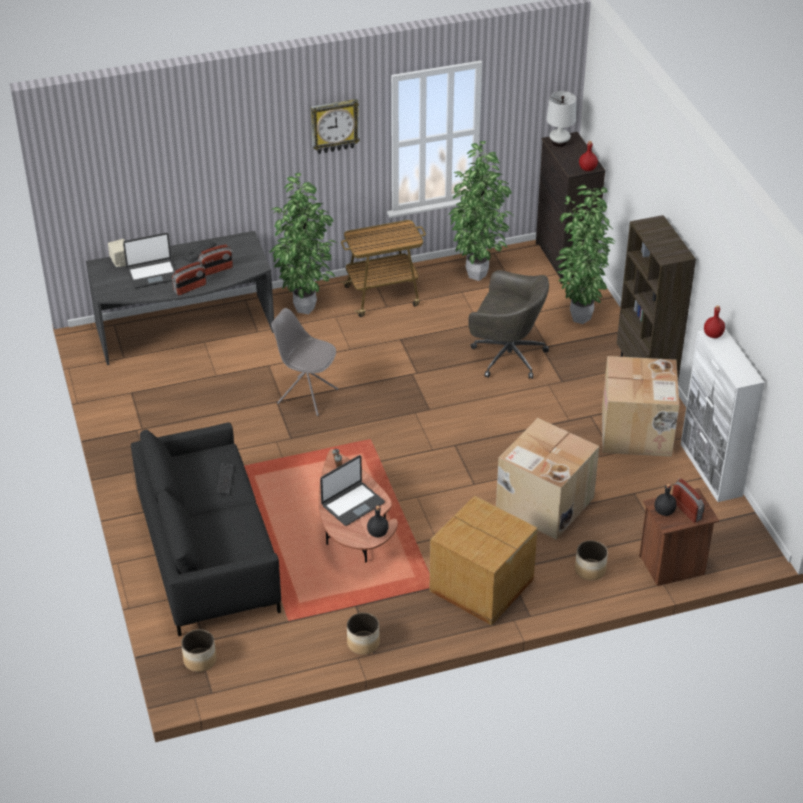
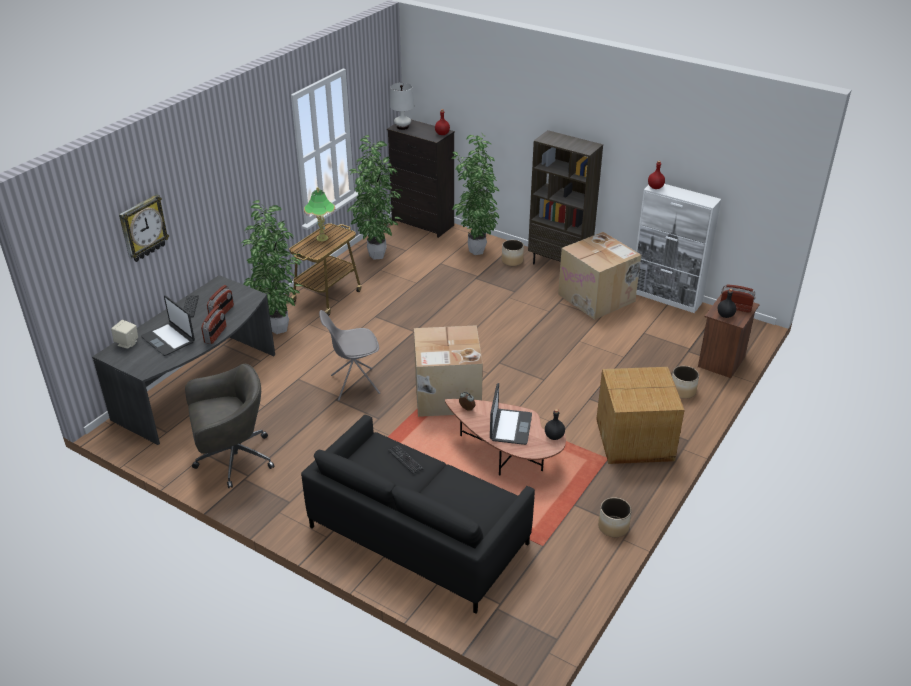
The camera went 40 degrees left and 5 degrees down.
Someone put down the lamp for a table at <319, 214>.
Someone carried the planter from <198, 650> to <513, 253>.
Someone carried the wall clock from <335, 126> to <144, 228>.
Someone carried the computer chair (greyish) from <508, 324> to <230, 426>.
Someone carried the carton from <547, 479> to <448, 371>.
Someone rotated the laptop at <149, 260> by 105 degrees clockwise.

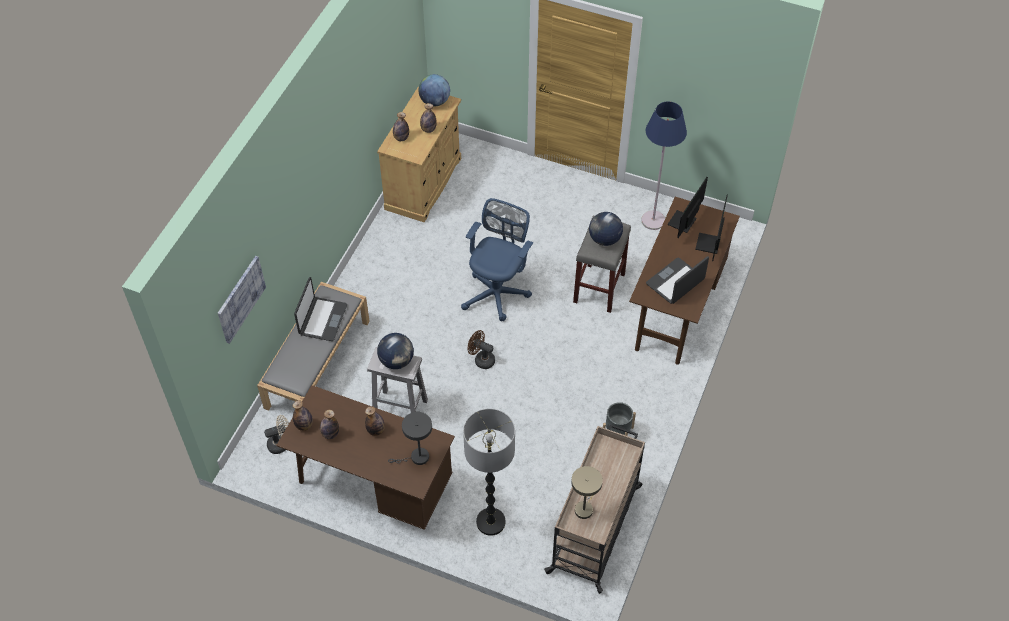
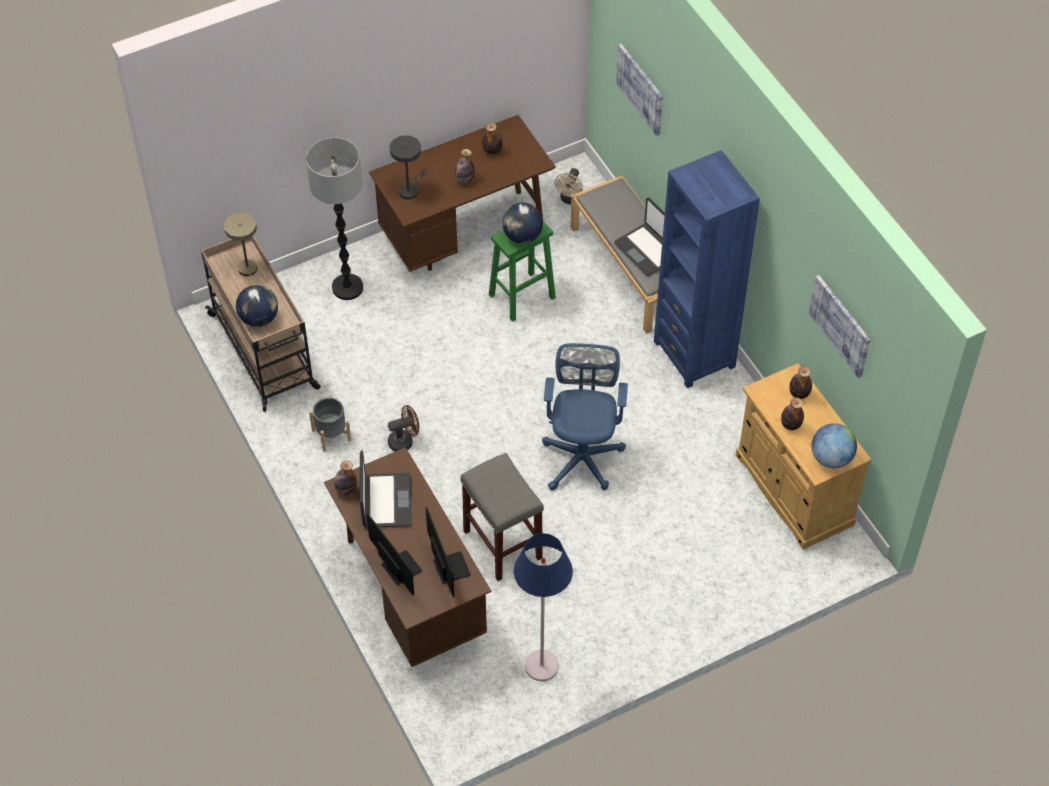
The camera went 130 degrees right and 0 degrees up.
Someone put down the shelving unit (blue-coloured) at <707, 269>.
Someone put up the picture at <839, 326>.
Someone carried the drink bottle from <303, 415> to <345, 478>.
Someone carried the electric fan (brown-coloured) from <481, 349> to <404, 428>.
Someone carried the globe from <606, 229> to <257, 306>.
Someone repainted the sitting stool (white) at <397, 380>, which became the sitting stool (greenish) at <522, 271>.
Someone rotated the computer chair (blue-coloured) at <497, 259> by 150 degrees counterclockwise.

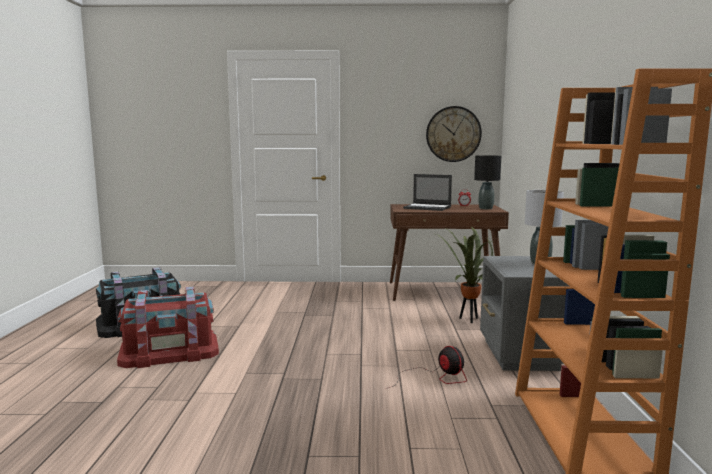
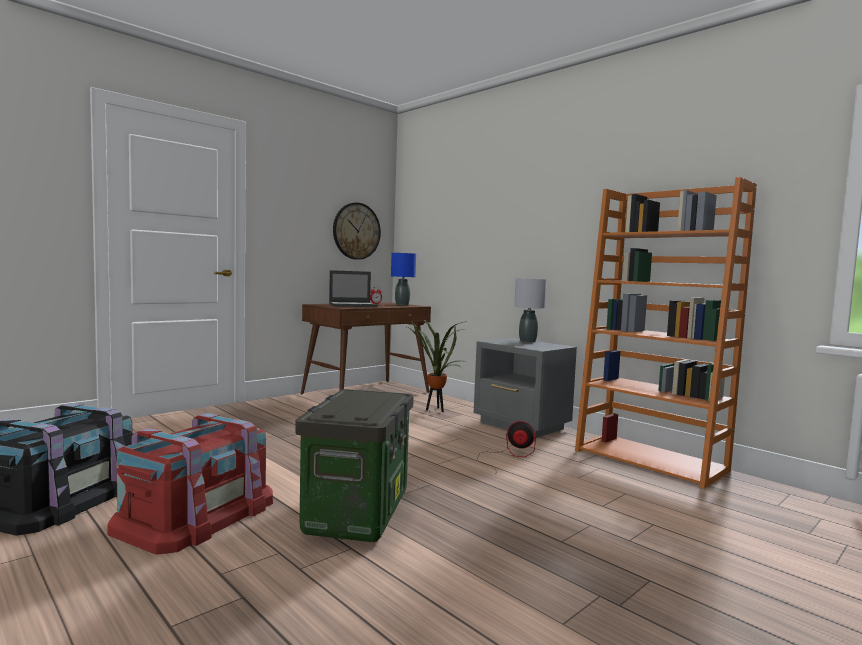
The camera went 45 degrees left and 5 degrees down.
Someone put down the storage bin at <354, 465>.
Someone repainted the lamp for a table (black) at <487, 182>, which became the lamp for a table (blue-coloured) at <403, 279>.

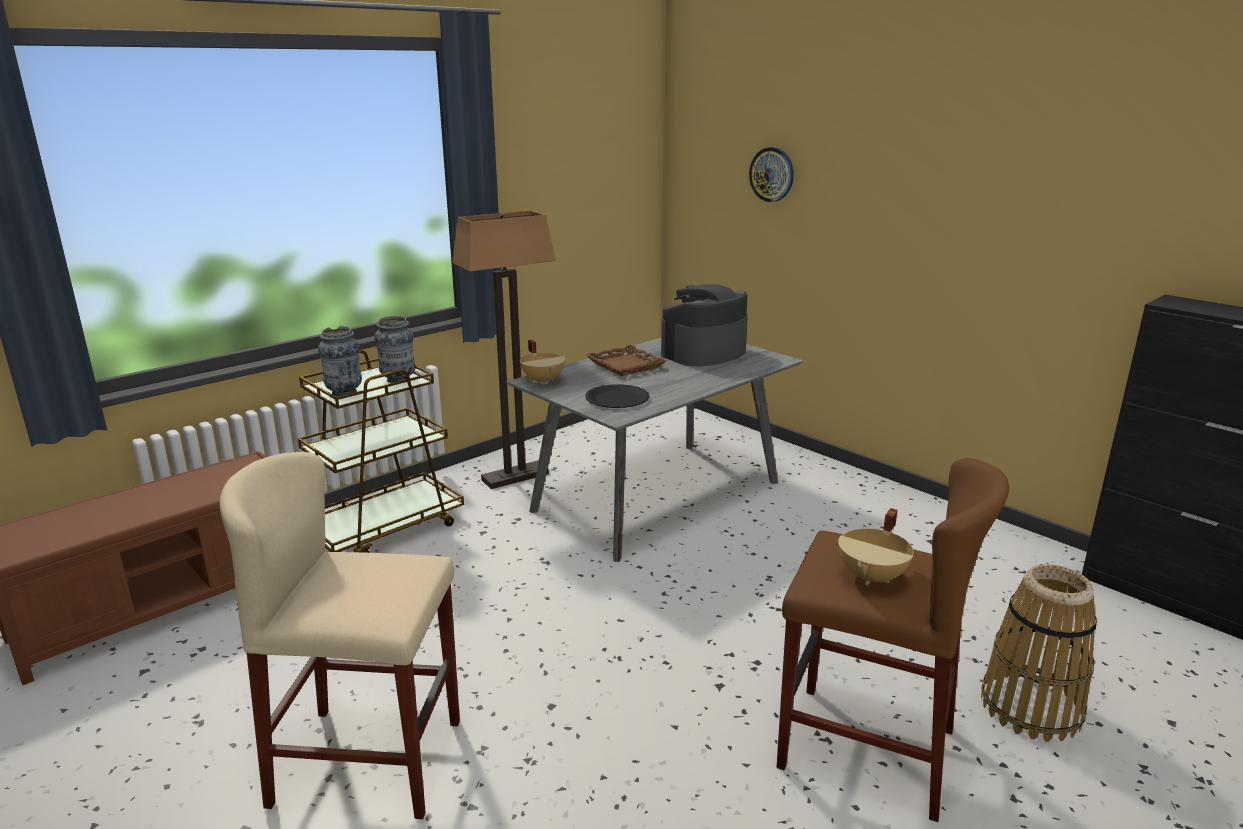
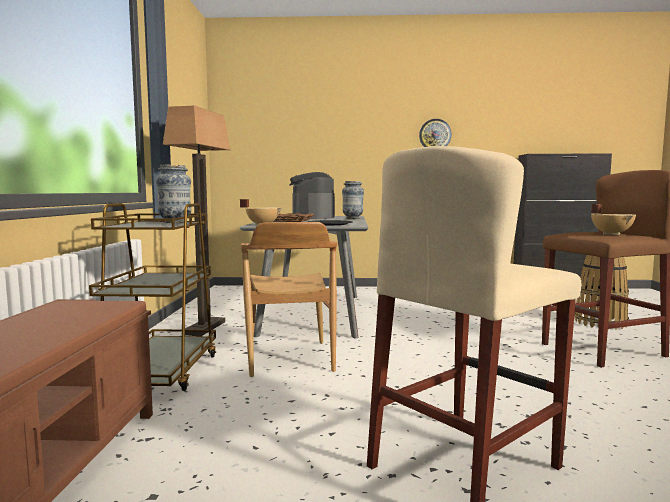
The camera went 45 degrees left and 15 degrees down.
Someone put down the chair (brown-coloured) at <289, 299>.
Someone carried the decorative vase from <340, 361> to <353, 200>.
Someone carried the wall clock from <771, 174> to <435, 133>.

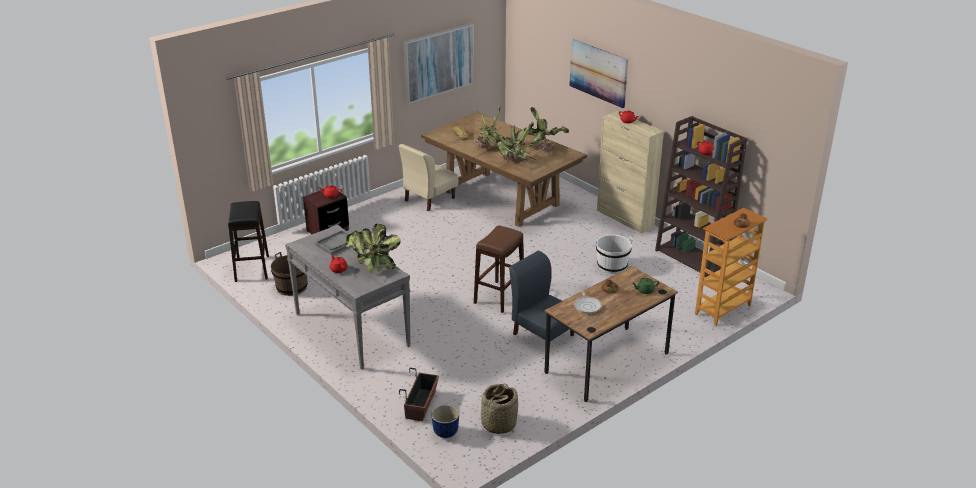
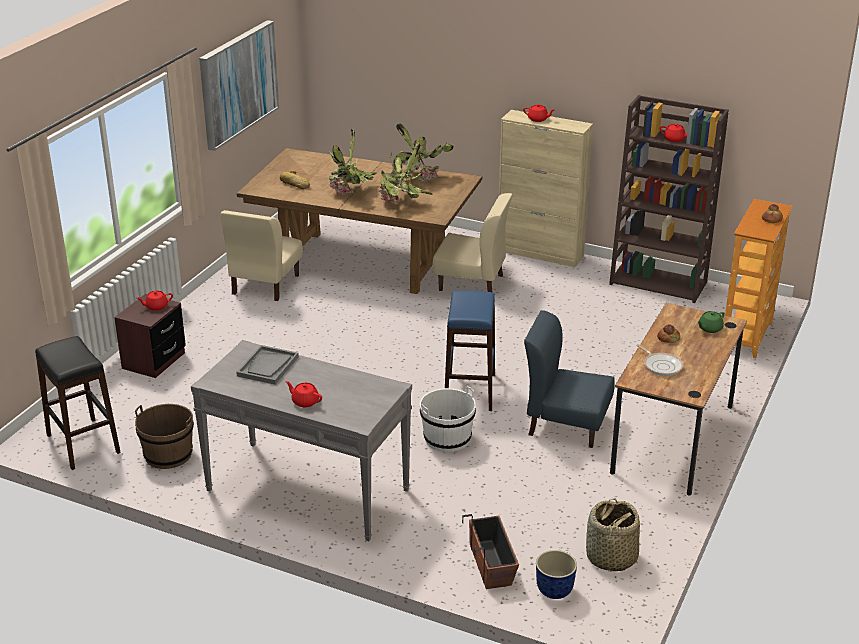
The camera went 25 degrees left and 0 degrees up.
Someone took away the houseplant at <373, 248>.
Someone took away the picture at <598, 73>.
Someone put down the chair (sand-coloured) at <472, 243>.
Someone carried the water bucket (white) from <614, 254> to <448, 419>.
Someone repainted the sitting stool (brown-coloured) at <499, 269>, which became the sitting stool (blue-coloured) at <470, 350>.

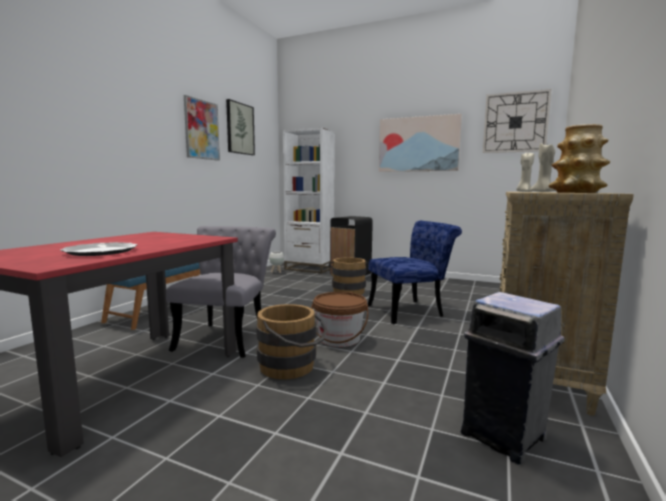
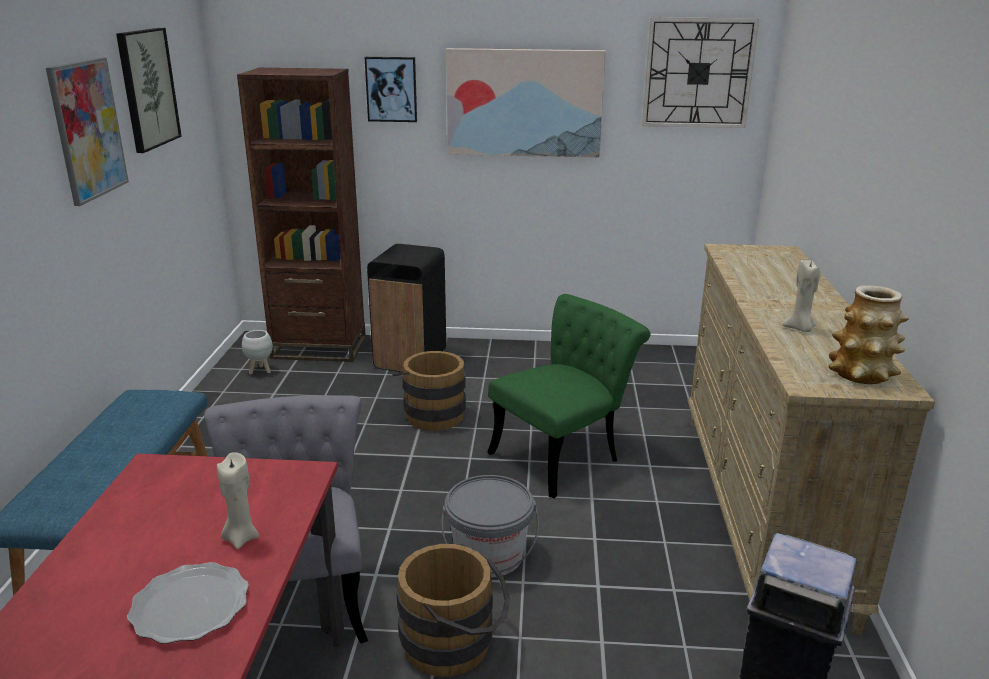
The camera went 20 degrees left and 15 degrees up.
Someone put up the picture at <391, 89>.
Someone carried the wax light (sand-coloured) from <525, 172> to <238, 500>.
Someone repainted the shelving unit (white) at <309, 201>, which became the shelving unit (brown-coloured) at <301, 215>.
Someone repainted the water bucket (brown-coloured) at <339, 319>, which became the water bucket (greyish) at <490, 526>.
Someone repainted the chair (blue-coloured) at <415, 272>, which became the chair (greenish) at <568, 396>.

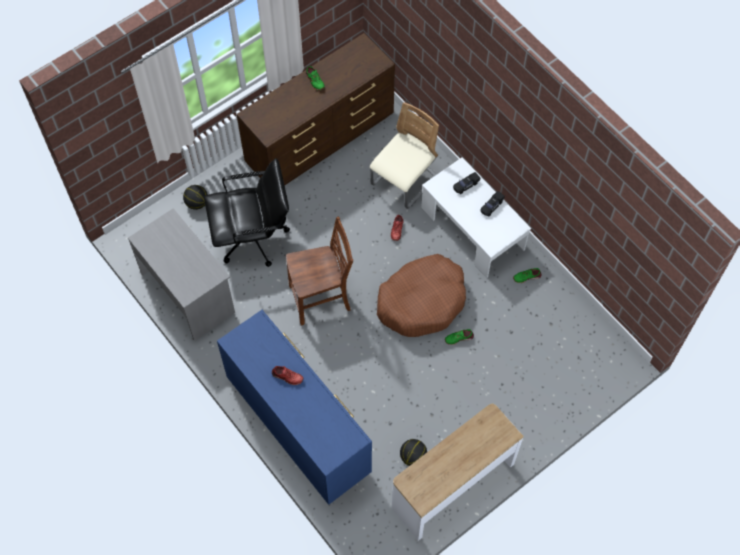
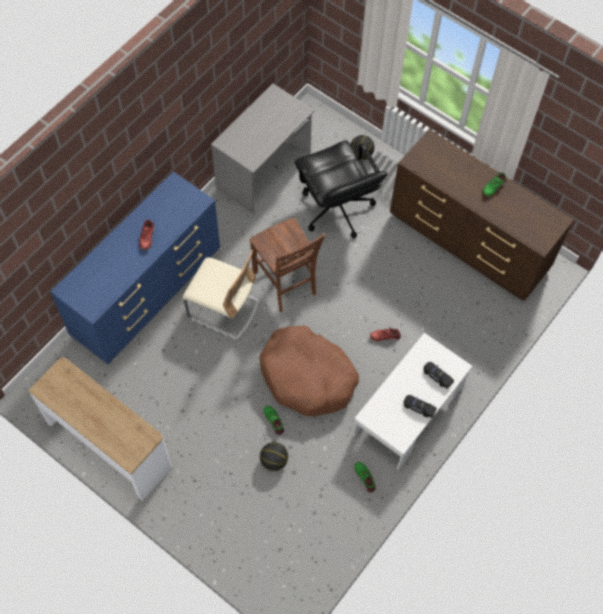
The camera went 75 degrees right and 0 degrees up.
Someone carried the chair (sand-coloured) from <404, 155> to <221, 295>.
Someone carried the basketball from <413, 452> to <274, 456>.

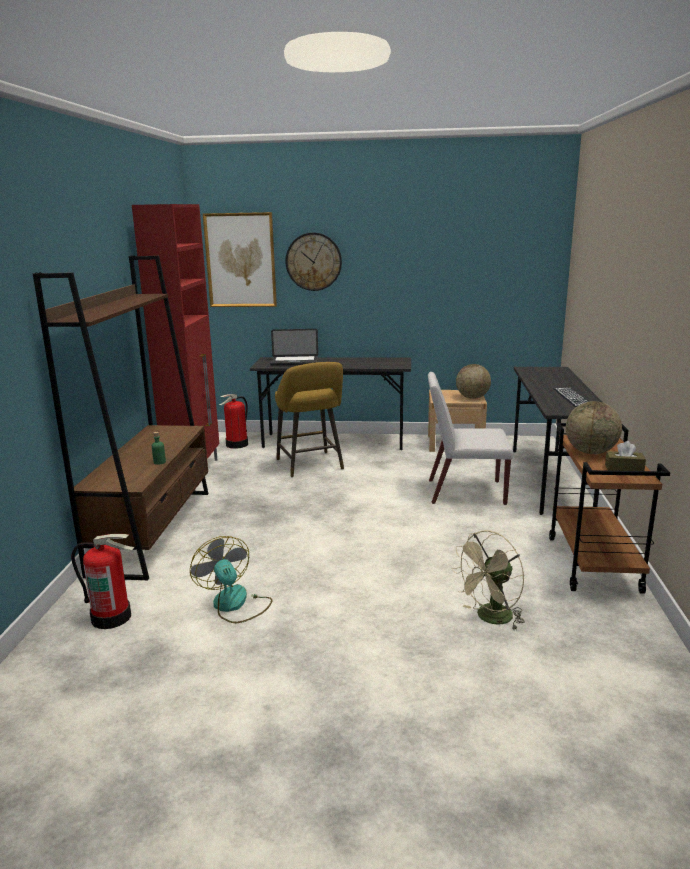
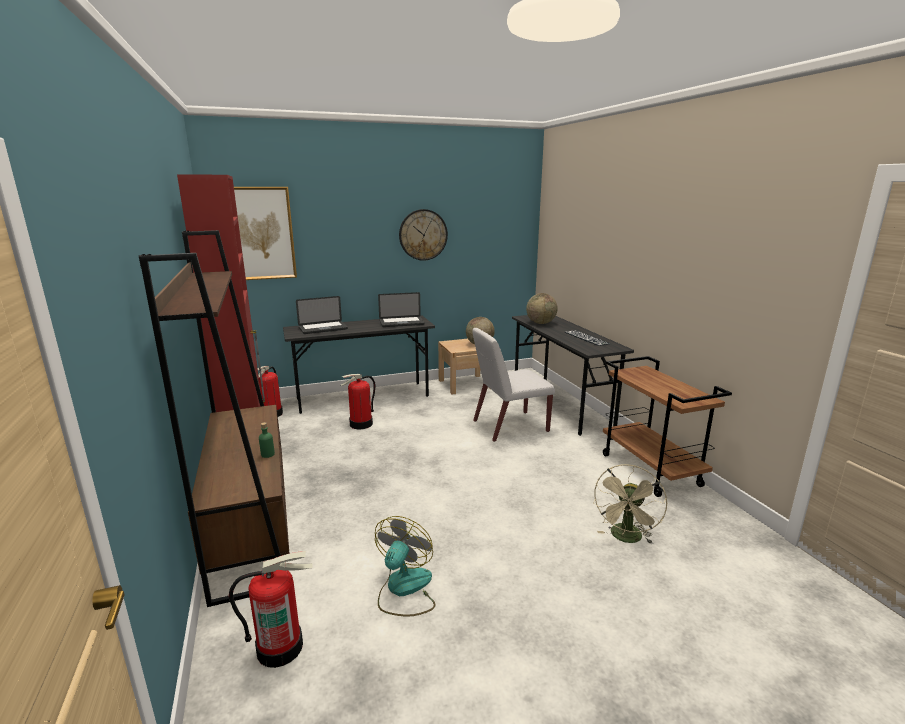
The camera went 25 degrees left and 0 degrees up.
Someone took away the tissue box (brown-coloured) at <625, 456>.
Someone put down the laptop at <401, 309>.
Someone carried the wall clock from <313, 262> to <423, 235>.
Someone carried the globe from <594, 427> to <542, 308>.
Someone swapped the sitting stool (yellowish) at <309, 419> for the extinguisher at <358, 401>.
Someone rotated the electric fan at <231, 579> by 75 degrees clockwise.

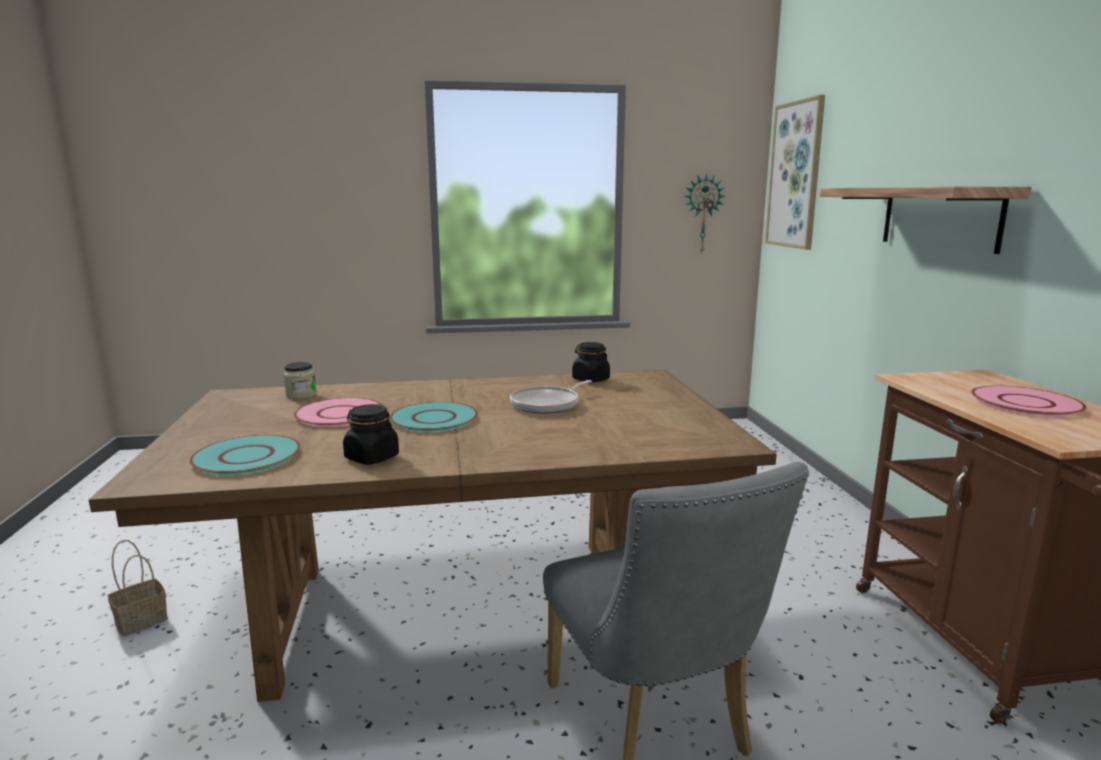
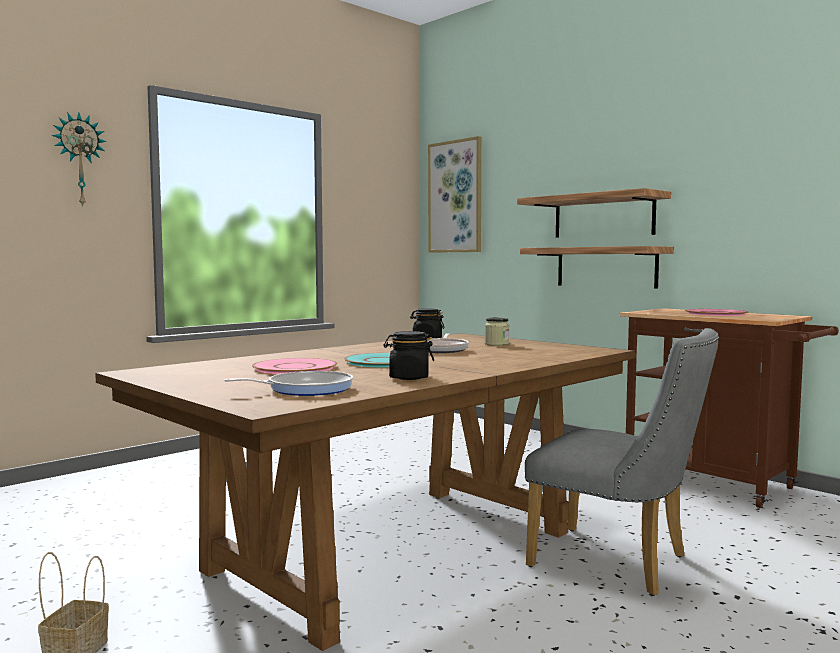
The camera went 35 degrees left and 10 degrees down.
Someone put up the bracket shelf at <597, 267>.
Someone carried the preserve jar from <300, 380> to <497, 332>.
Someone carried the wall clock from <704, 213> to <79, 159>.
Someone swapped the plate (blue-green) at <245, 455> for the skillet at <288, 383>.

